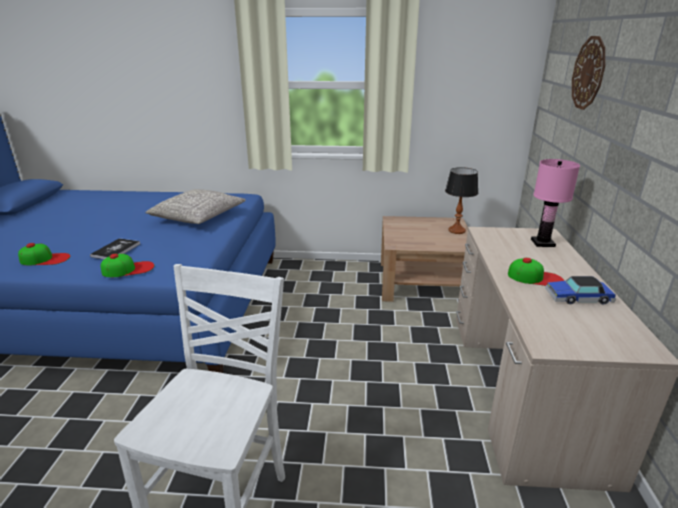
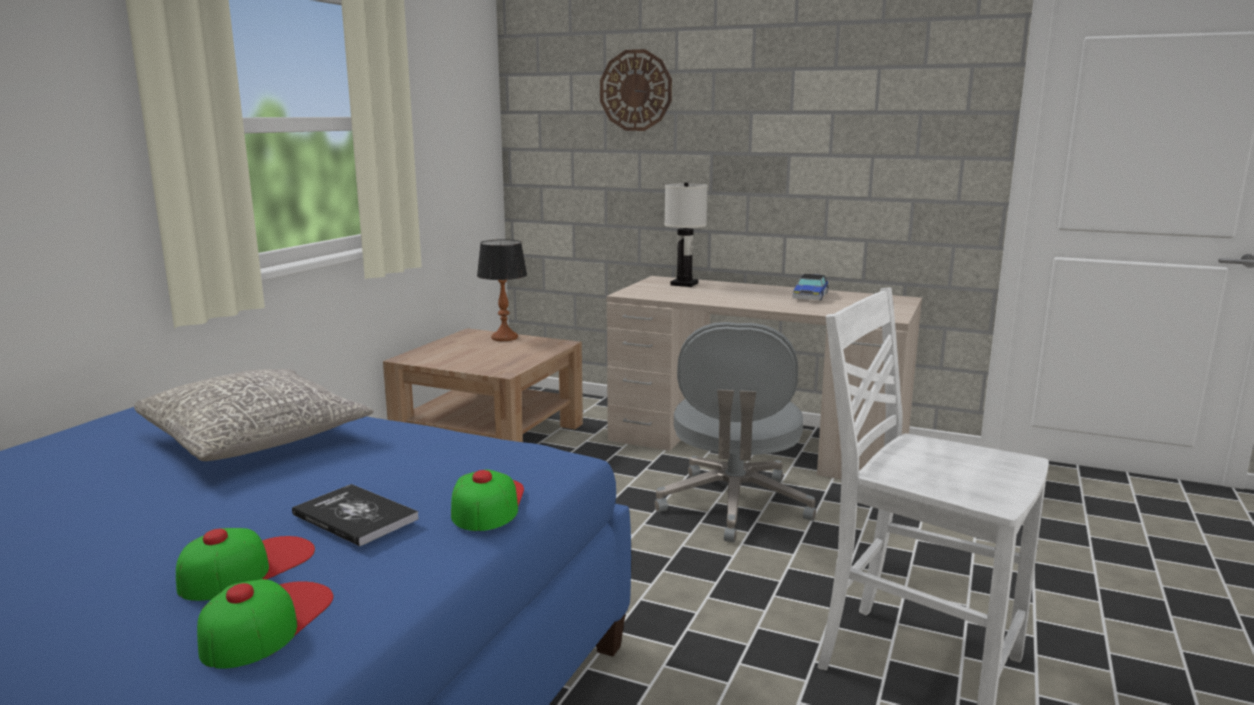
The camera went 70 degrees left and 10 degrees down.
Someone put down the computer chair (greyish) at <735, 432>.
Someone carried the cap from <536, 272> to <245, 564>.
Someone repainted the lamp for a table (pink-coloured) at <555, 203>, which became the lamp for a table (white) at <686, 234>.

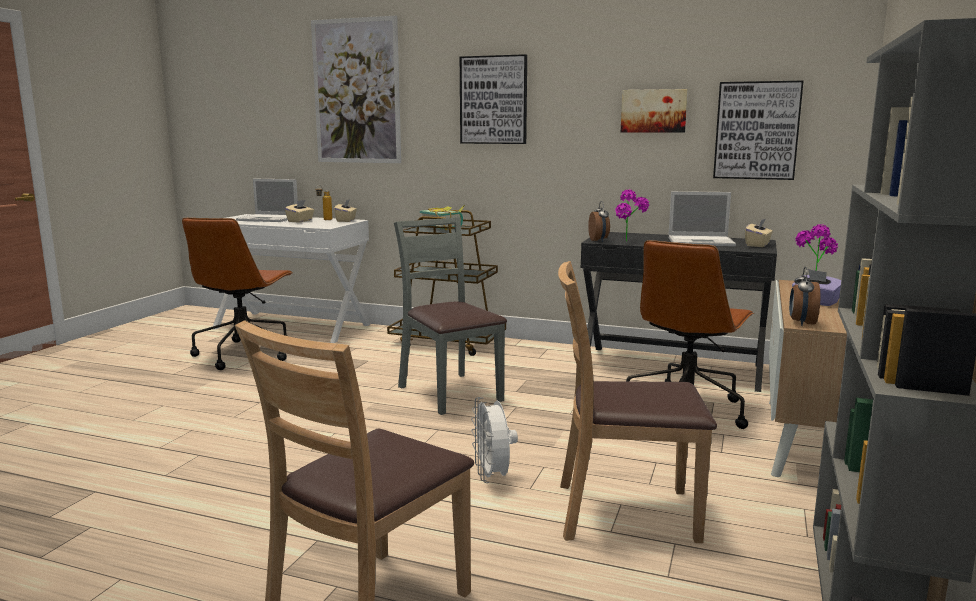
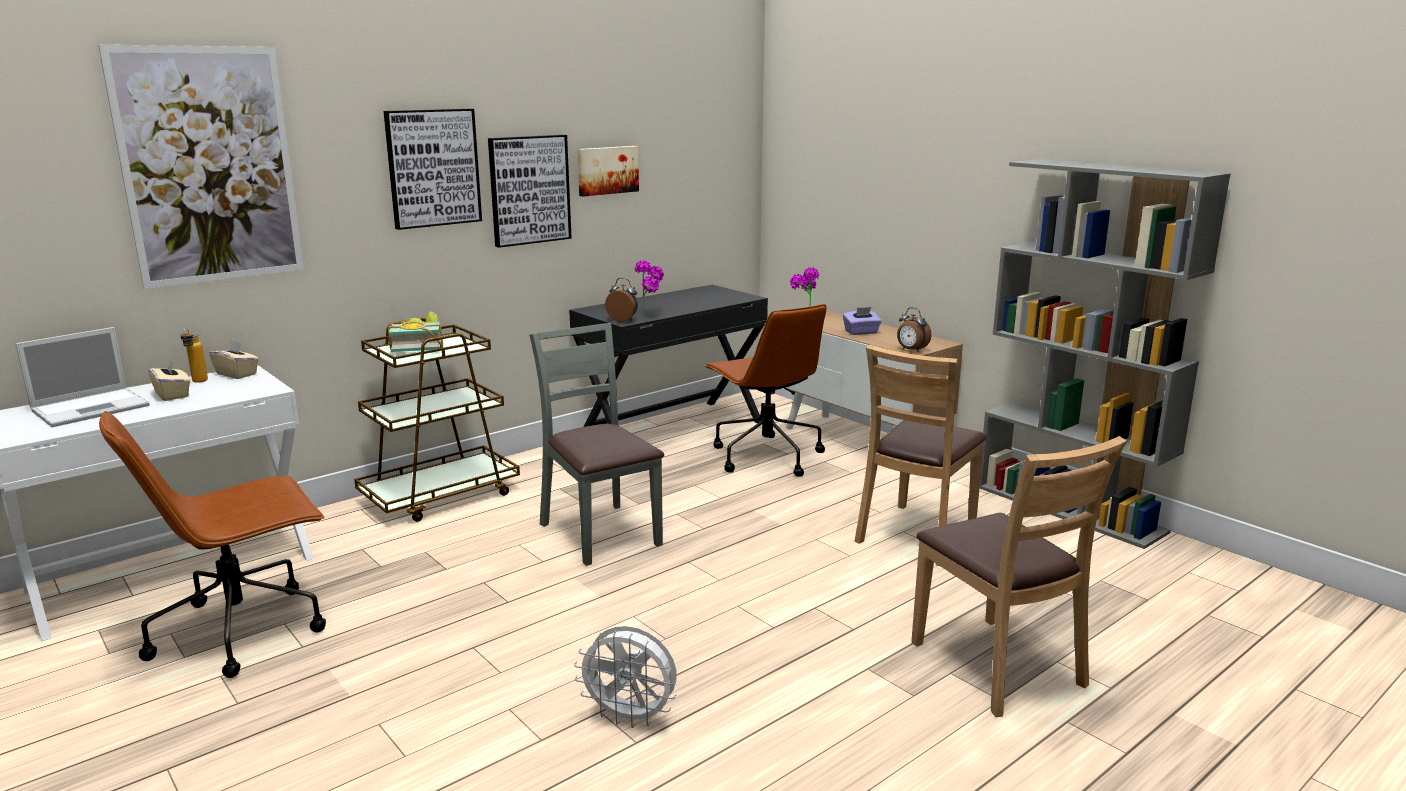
The camera went 60 degrees left and 5 degrees up.
Someone took away the laptop at <702, 218>.
Someone took away the tissue box (sand-coloured) at <759, 233>.
Someone carried the electric fan (white) from <494, 440> to <625, 677>.
Someone carried the picture from <758, 130> to <530, 191>.
Someone rotated the computer chair (brown-coloured) at <237, 294> by 105 degrees clockwise.
Someone rotated the chair (greyish) at <450, 316> by 60 degrees clockwise.

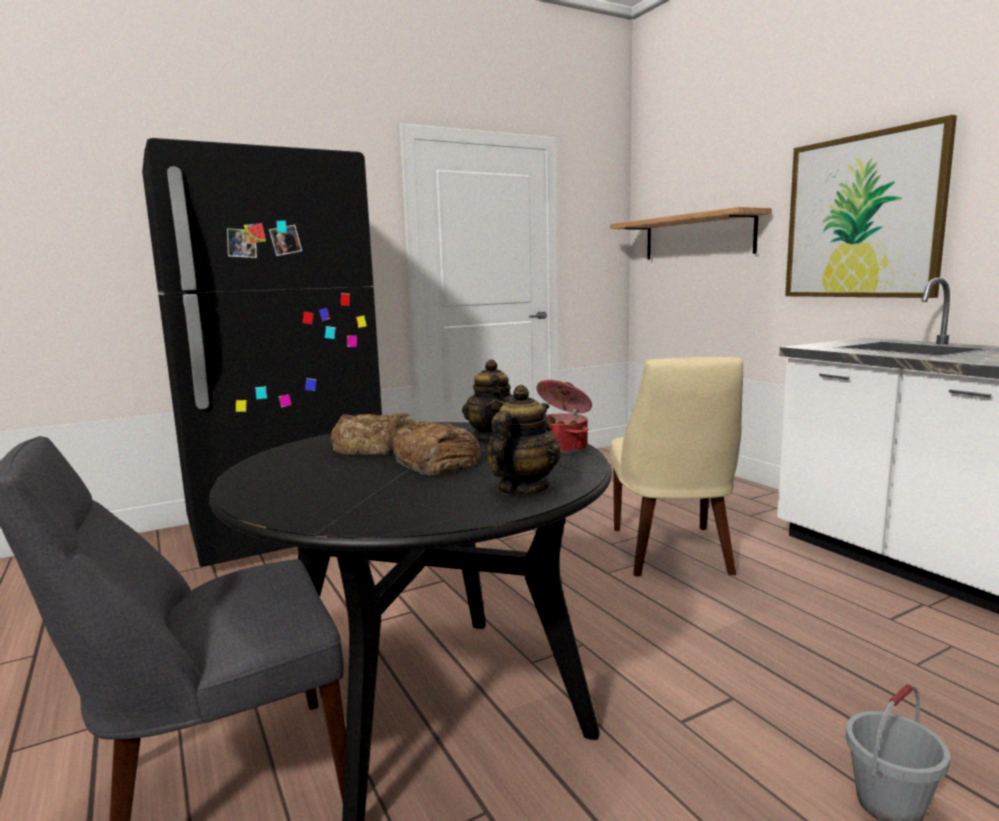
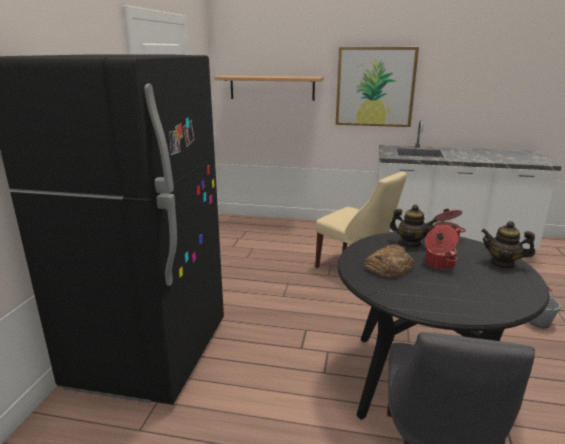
The camera went 50 degrees left and 10 degrees up.
Someone swapped the bakery bread at <436, 448> for the cooking pot at <442, 248>.
Someone rotated the teapot at <523, 440> by 45 degrees counterclockwise.

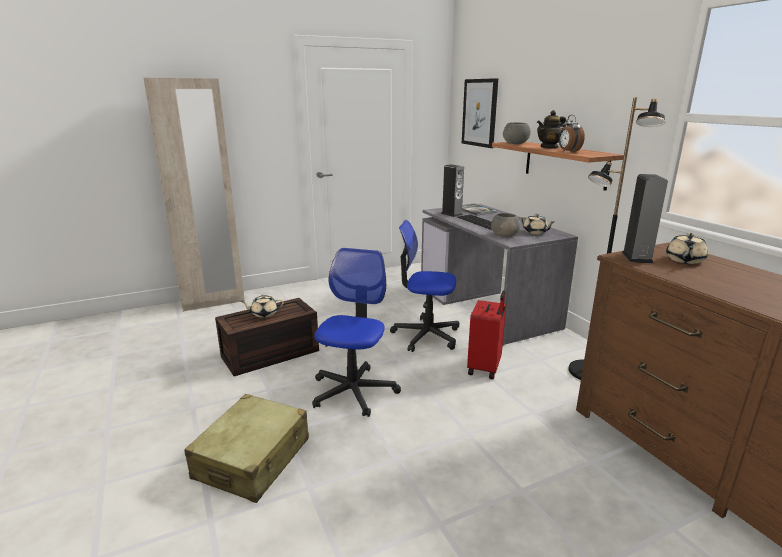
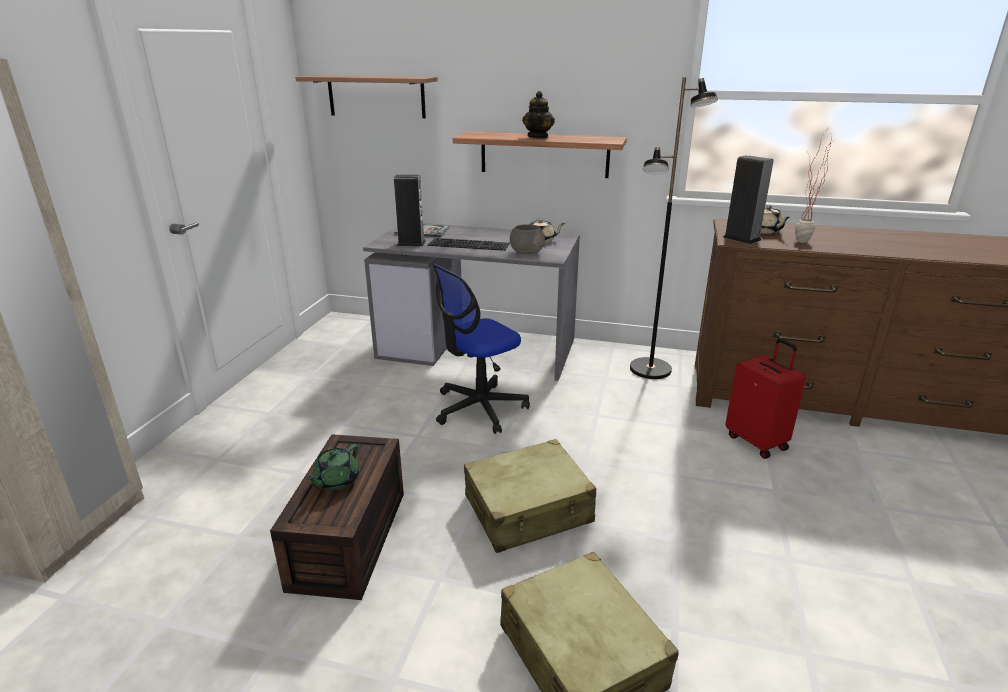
The camera went 50 degrees left and 5 degrees up.
Someone took away the deep dish (greyish) at <517, 133>.
Someone took away the alarm clock at <572, 133>.
Someone put down the houseplant at <813, 187>.
Someone carried the travel case (red) from <486, 334> to <765, 399>.
Someone swapped the computer chair at <356, 332> for the travel case (sand-coloured) at <530, 496>.
Someone swapped the picture at <480, 113> for the bracket shelf at <366, 96>.
Someone repainted the teapot (sand-coloured) at <262, 306>, which became the teapot (greenish) at <332, 467>.

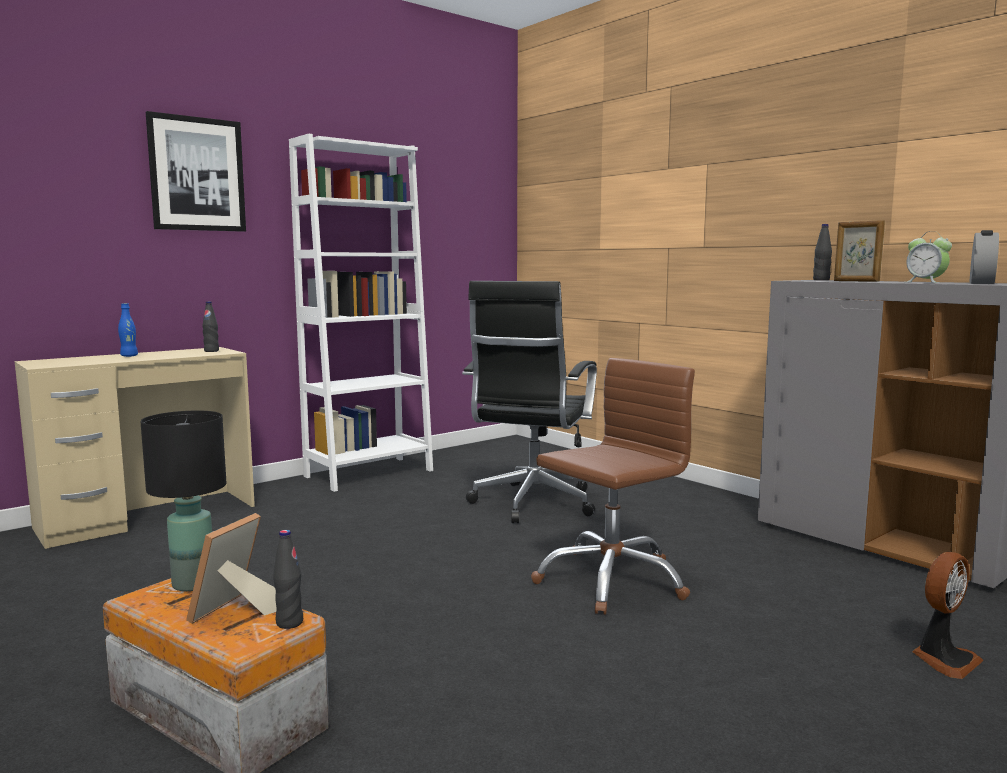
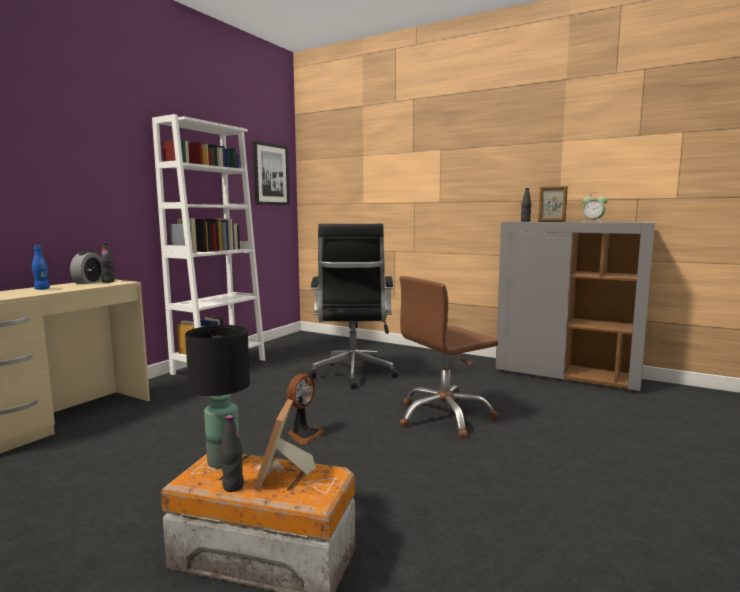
The camera went 20 degrees left and 0 degrees up.
Someone carried the picture from <196, 171> to <271, 173>.
Someone carried the drink bottle (black) from <288, 579> to <232, 453>.
Someone carried the electric fan from <948, 615> to <305, 409>.
Someone carried the alarm clock from <984, 257> to <86, 267>.
Someone rotated the computer chair (brown-coloured) at <613, 486> by 150 degrees counterclockwise.

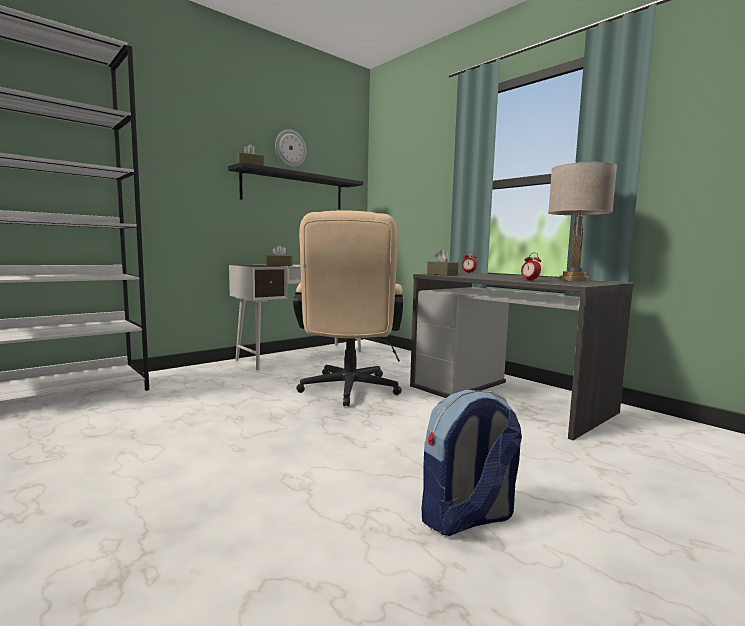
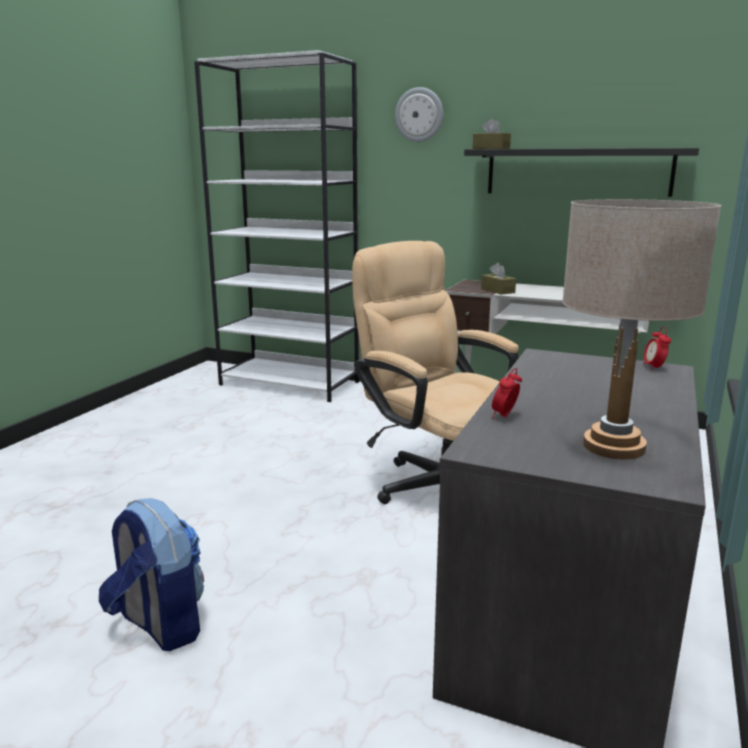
The camera went 65 degrees right and 10 degrees up.
Someone took away the tissue box (brown-coloured) at <443, 263>.
Someone carried the wall clock from <290, 148> to <419, 114>.
Someone rotated the computer chair (sand-coloured) at <348, 308> by 75 degrees clockwise.

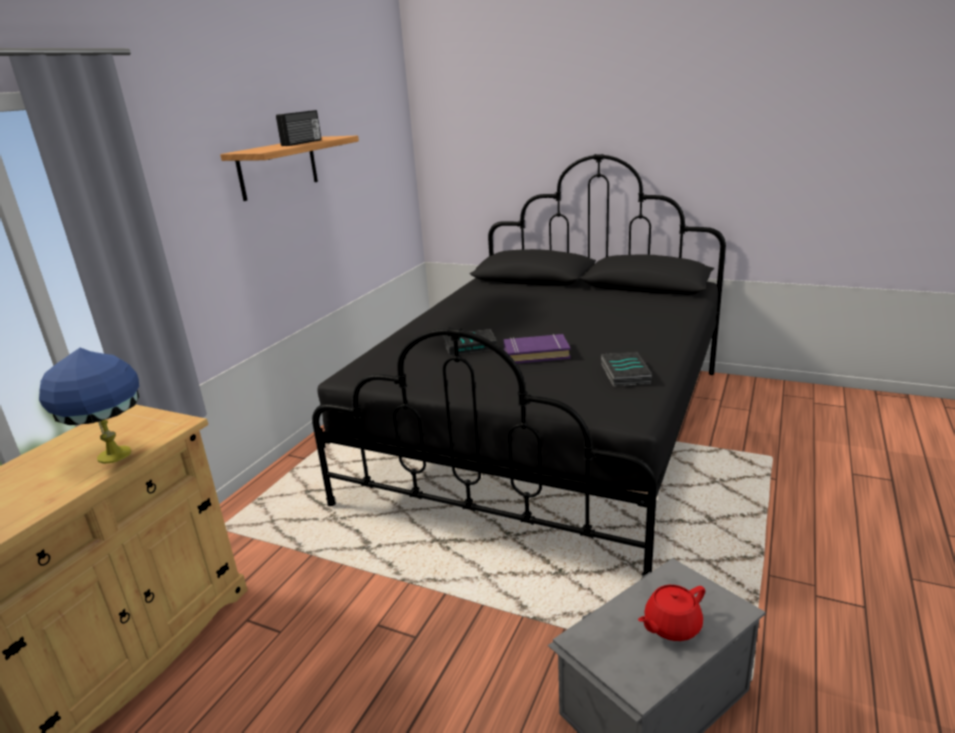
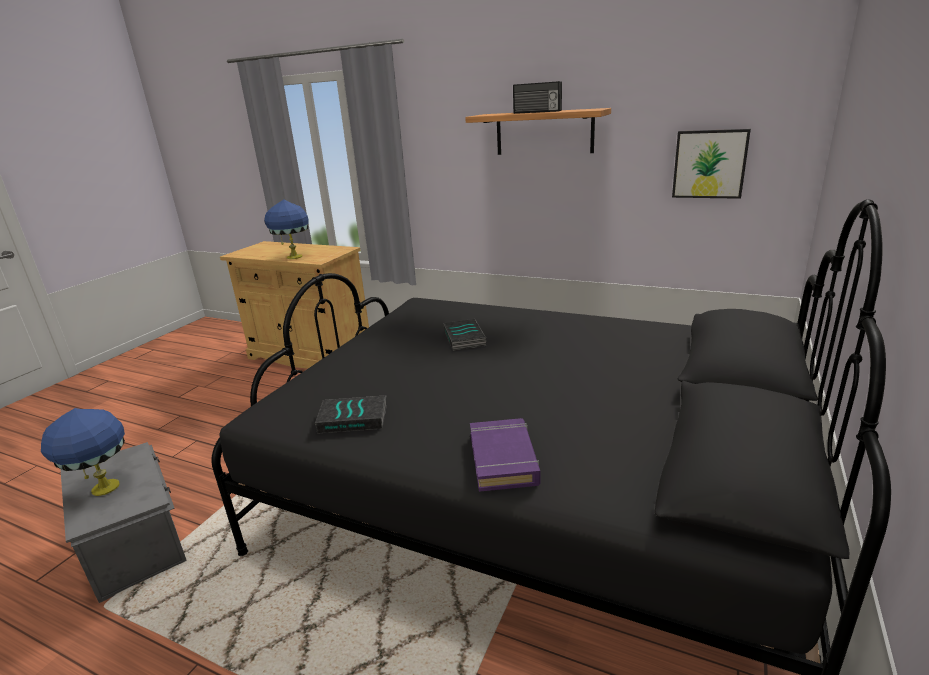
The camera went 90 degrees right and 0 degrees up.
Someone put up the picture at <711, 164>.
Someone carried the bound book (purple) from <537, 349> to <505, 455>.
Someone swapped the teapot (red) at <671, 613> for the lamp for a table (blue-coloured) at <83, 452>.

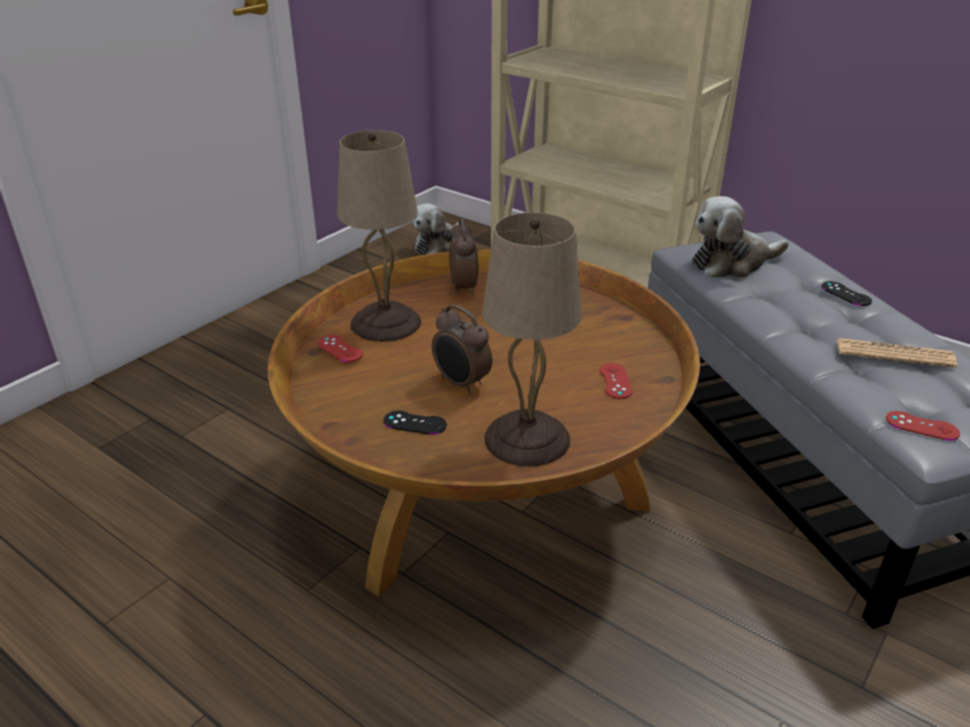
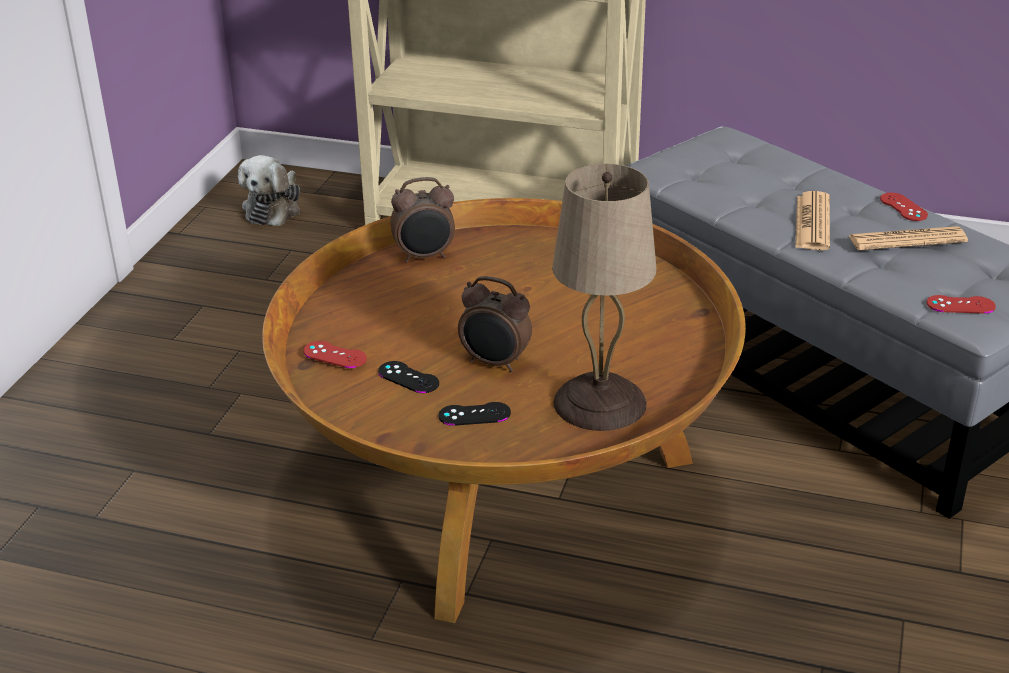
The camera went 20 degrees left and 0 degrees up.
Someone took away the lamp for a table (sand-coloured) at <379, 236>.
Someone took away the soft toy at <740, 237>.
Someone put down the newspaper at <812, 220>.
Someone carried the gamepad (red) from <616, 381> to <904, 207>.
Someone carried the gamepad (black) from <846, 293> to <408, 377>.
Someone rotated the alarm clock at <463, 257> by 105 degrees clockwise.

